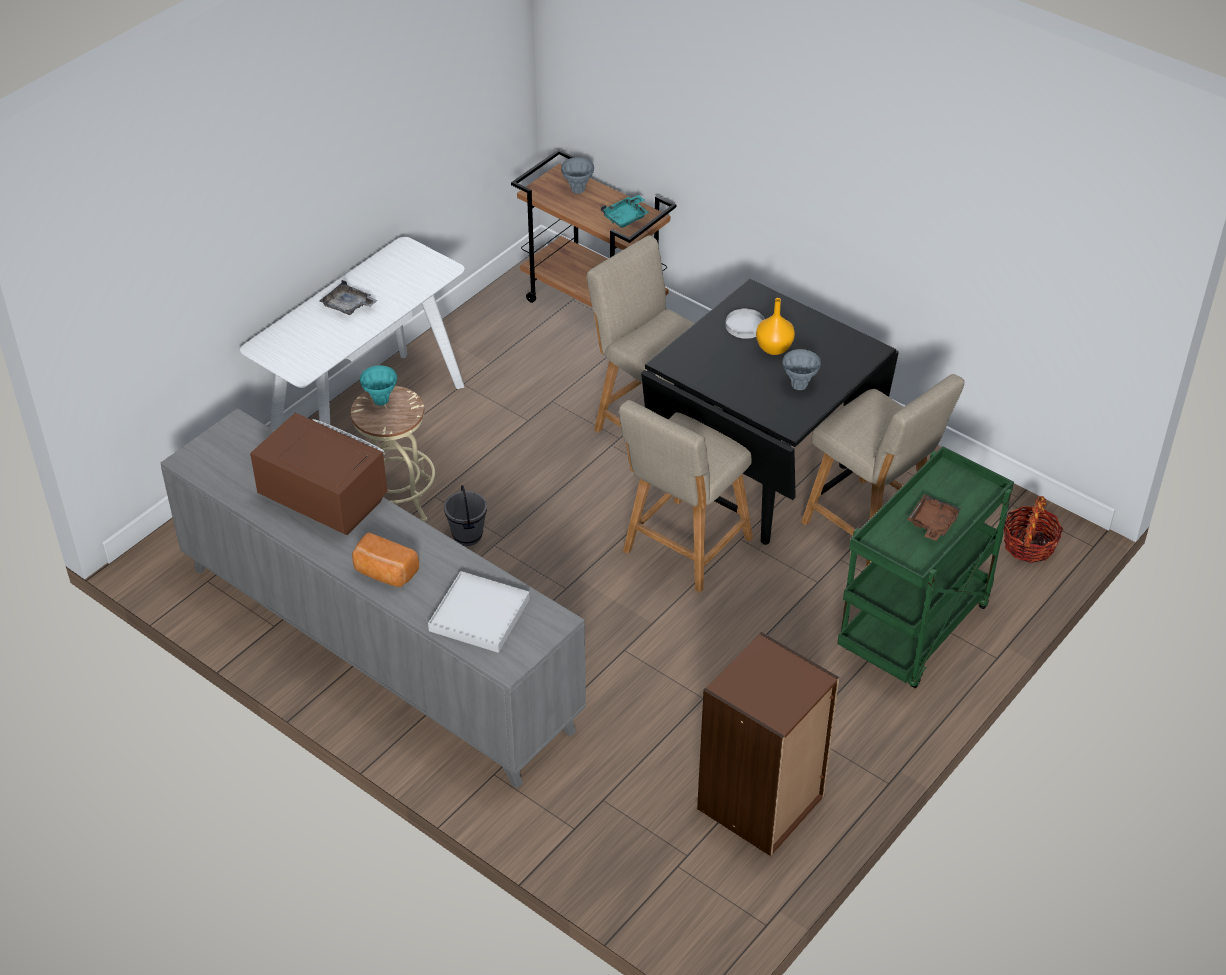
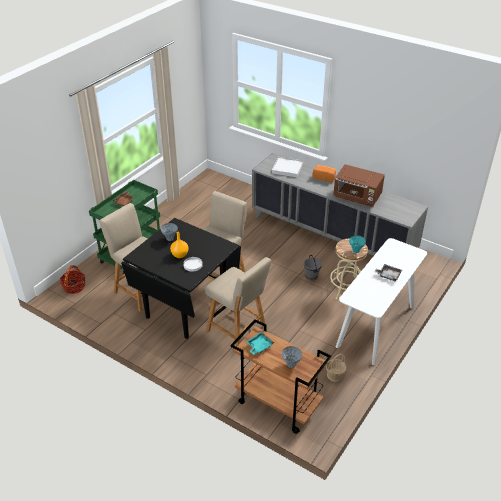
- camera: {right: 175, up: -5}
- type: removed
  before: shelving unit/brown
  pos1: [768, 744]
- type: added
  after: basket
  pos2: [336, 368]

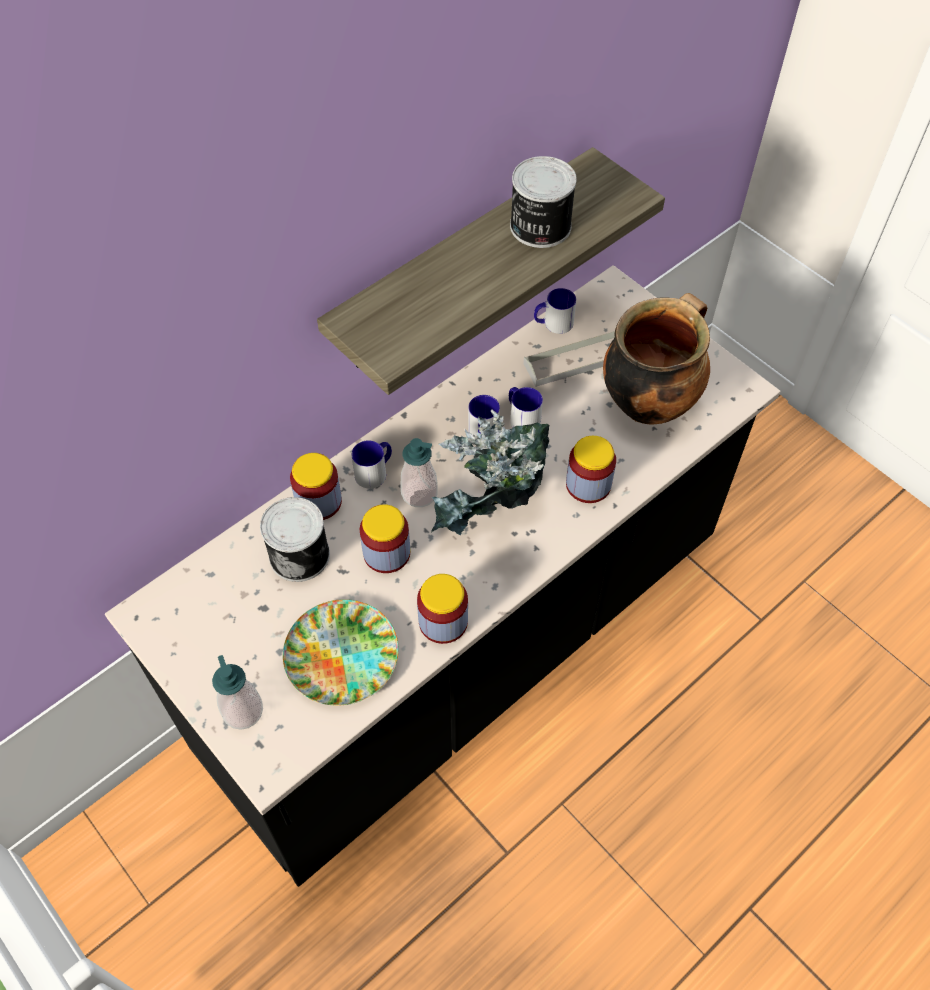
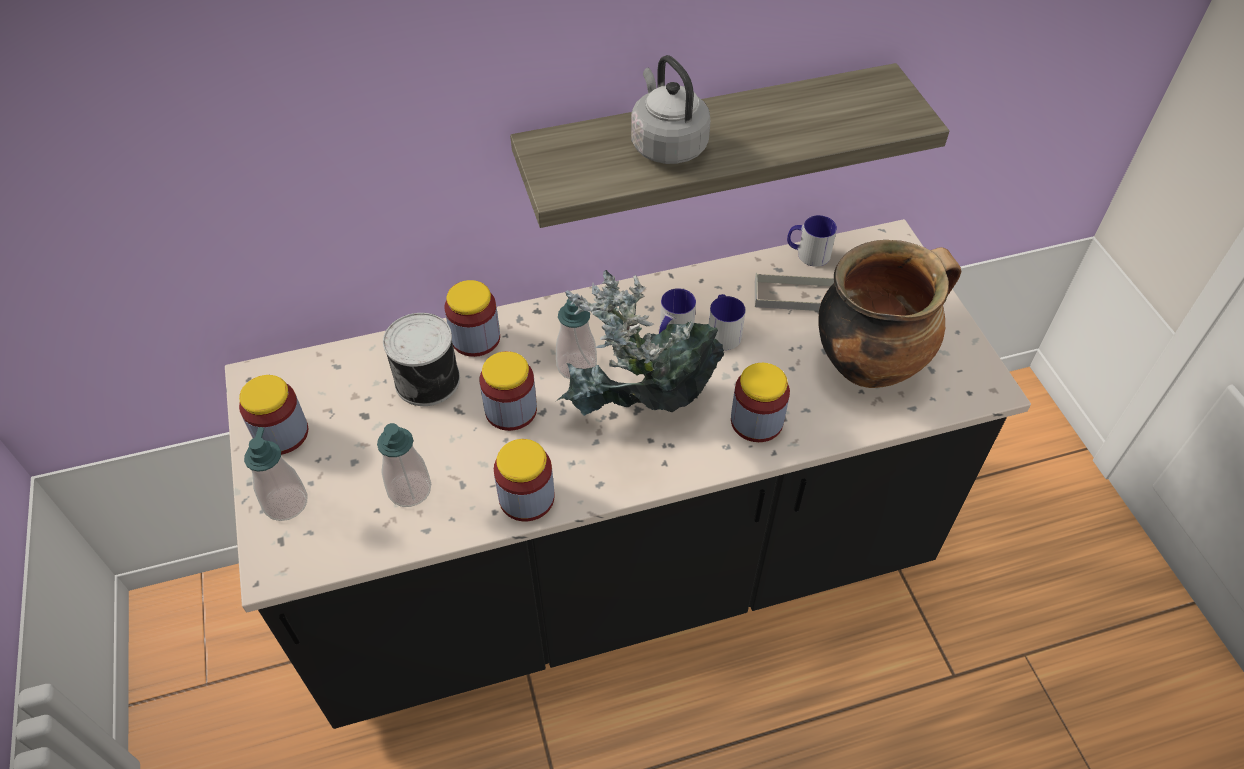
- camera: {right: 25, up: -5}
- type: replaced
  before: dinner plate
  after: liquid soap bottle
  pos1: [341, 652]
  pos2: [404, 465]
- type: removed
  before: coffee mug
  pos1: [372, 464]
- type: removed
  before: sealed can
  pos1: [543, 202]
- type: added
  after: storage jar
  pos2: [273, 415]
- type: added
  after: tea kettle/gray
  pos2: [671, 109]

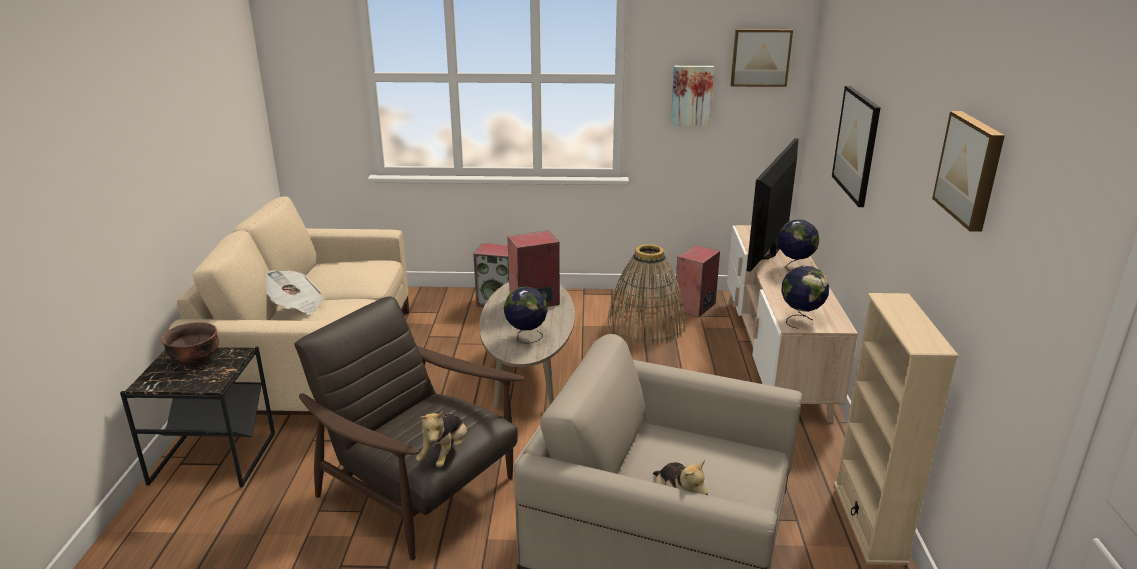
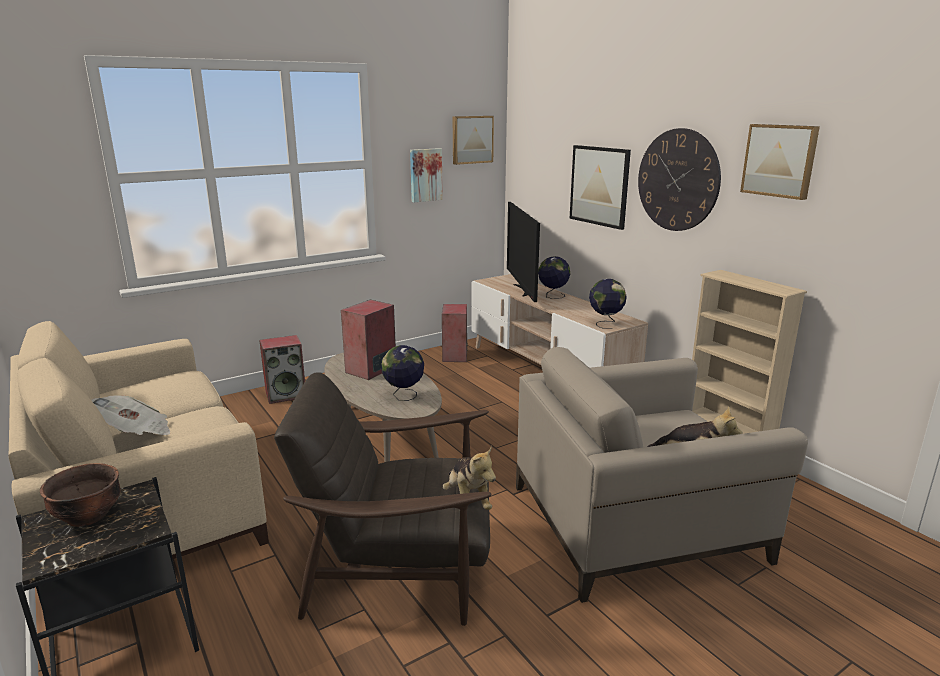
- camera: {right: -35, up: -5}
- type: removed
  before: basket
  pos1: [646, 294]
- type: added
  after: wall clock
  pos2: [679, 179]

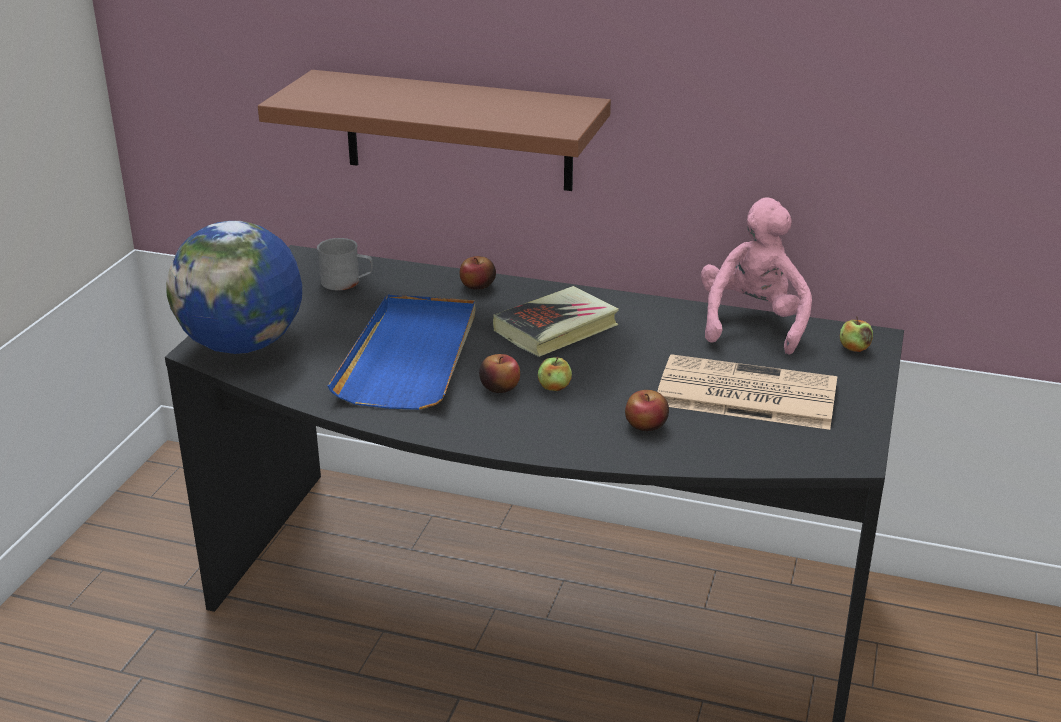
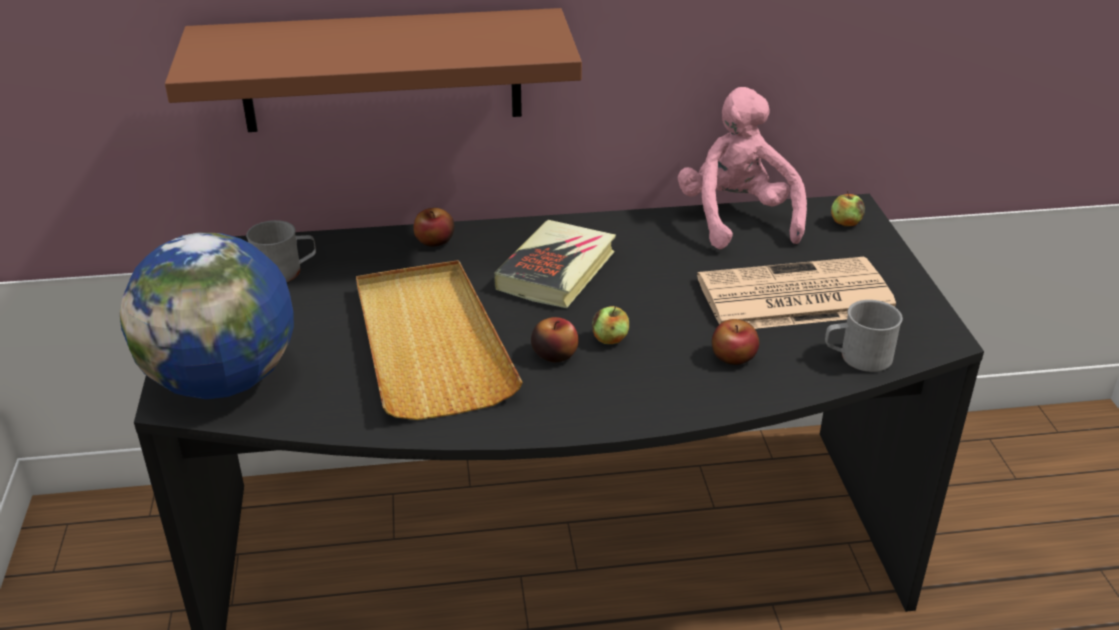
- camera: {right: -25, up: 5}
- type: recoloured
  before: serving tray/blue-coloured
  after: serving tray/sand-coloured
  pos1: [401, 352]
  pos2: [439, 340]
- type: added
  after: coffee mug/gray
  pos2: [864, 336]

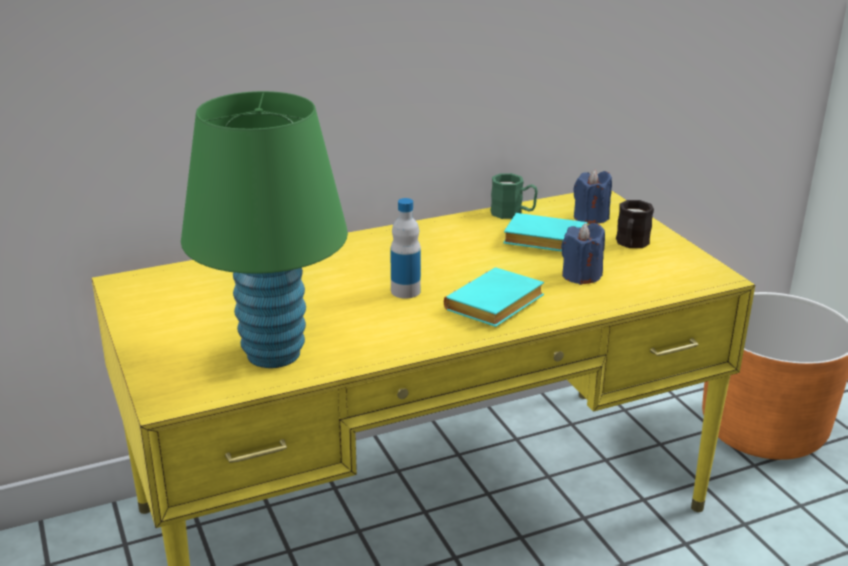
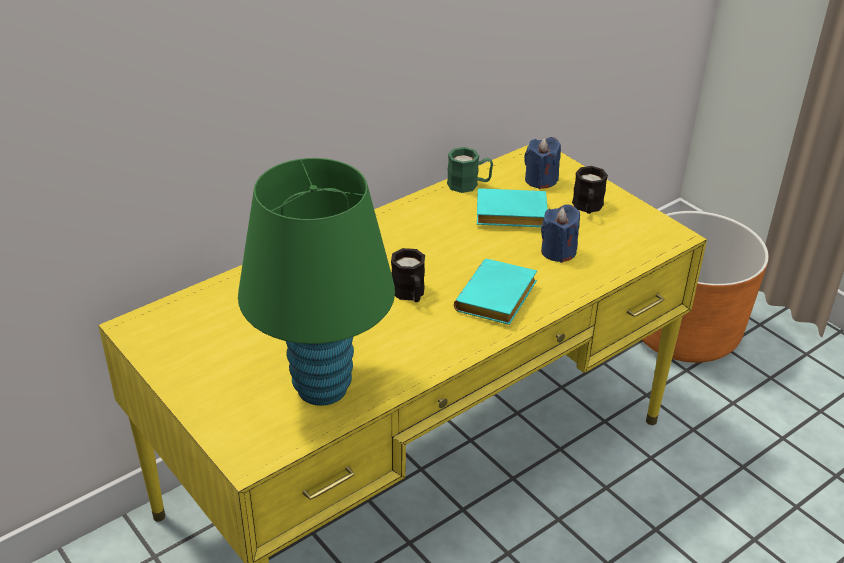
- camera: {right: -15, up: 10}
- type: replaced
  before: drink bottle
  after: coffee mug/blackish
  pos1: [405, 248]
  pos2: [408, 275]

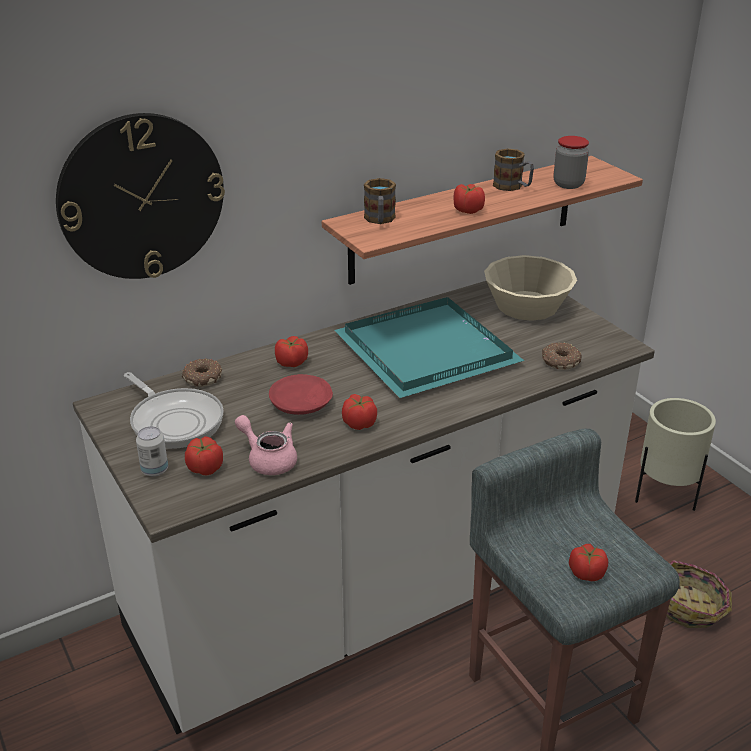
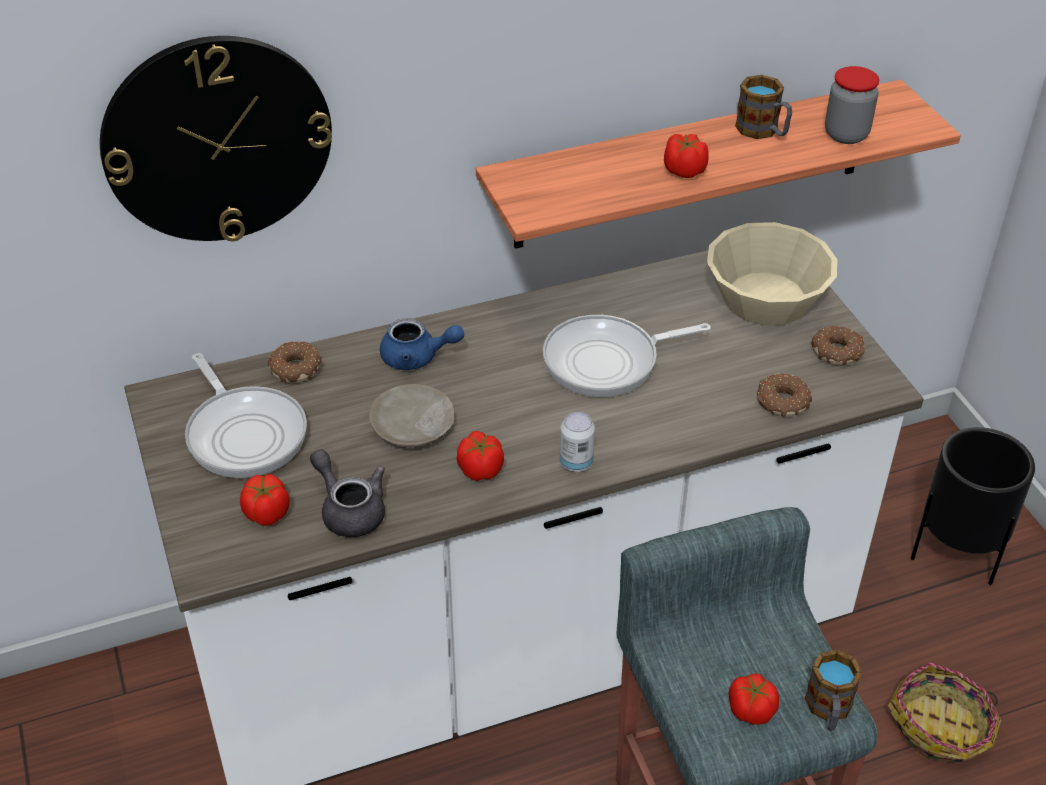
- camera: {right: 10, up: 10}
- type: moved
  before: sealed can
  pos1: [152, 451]
  pos2: [577, 442]
- type: recoloured
  before: pot for tea/pinkish
  after: pot for tea/gray
  pos1: [266, 445]
  pos2: [347, 493]
- type: recoloured
  before: dinner plate/reddish
  after: dinner plate/sand-coloured
  pos1: [301, 394]
  pos2: [411, 416]
- type: replaced
  before: fresh tomato
  after: pot for tea/blue-coloured
  pos1: [291, 351]
  pos2: [422, 344]
- type: replaced
  before: serving tray/turquoise
  after: skillet
  pos1: [429, 347]
  pos2: [627, 356]
- type: moved
  before: coffee mug
  pos1: [380, 201]
  pos2: [833, 690]
- type: recoloured
  before: planter/sand-coloured
  after: planter/blackish
  pos1: [675, 454]
  pos2: [973, 506]
- type: added
  after: ring doughnut
  pos2: [838, 345]

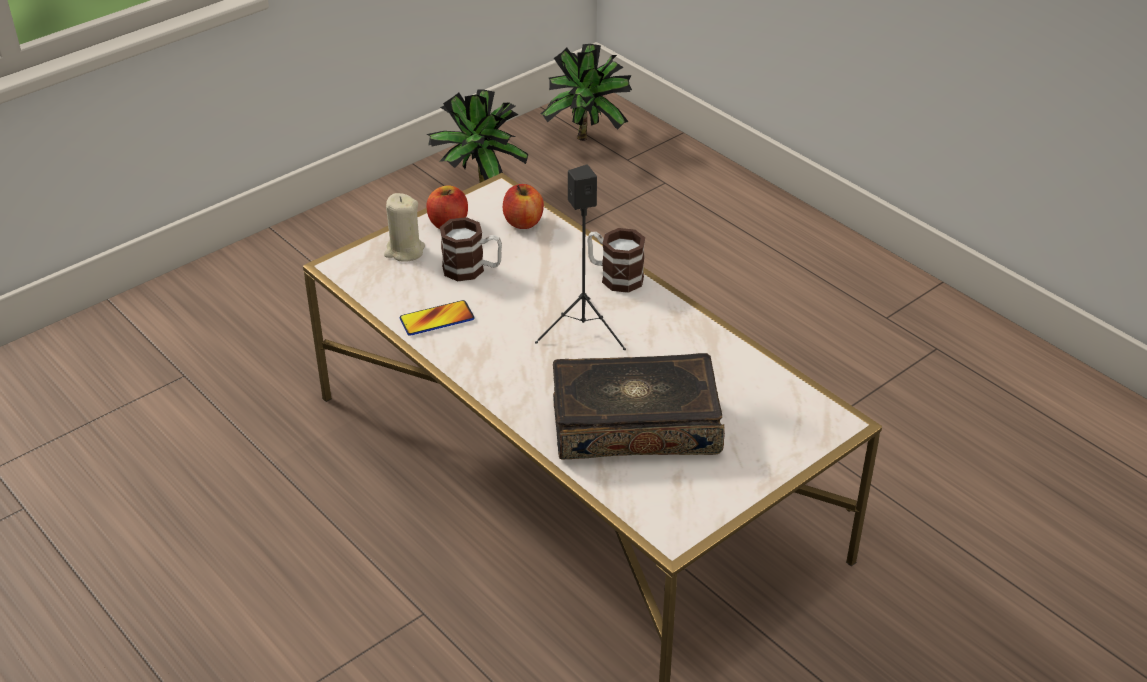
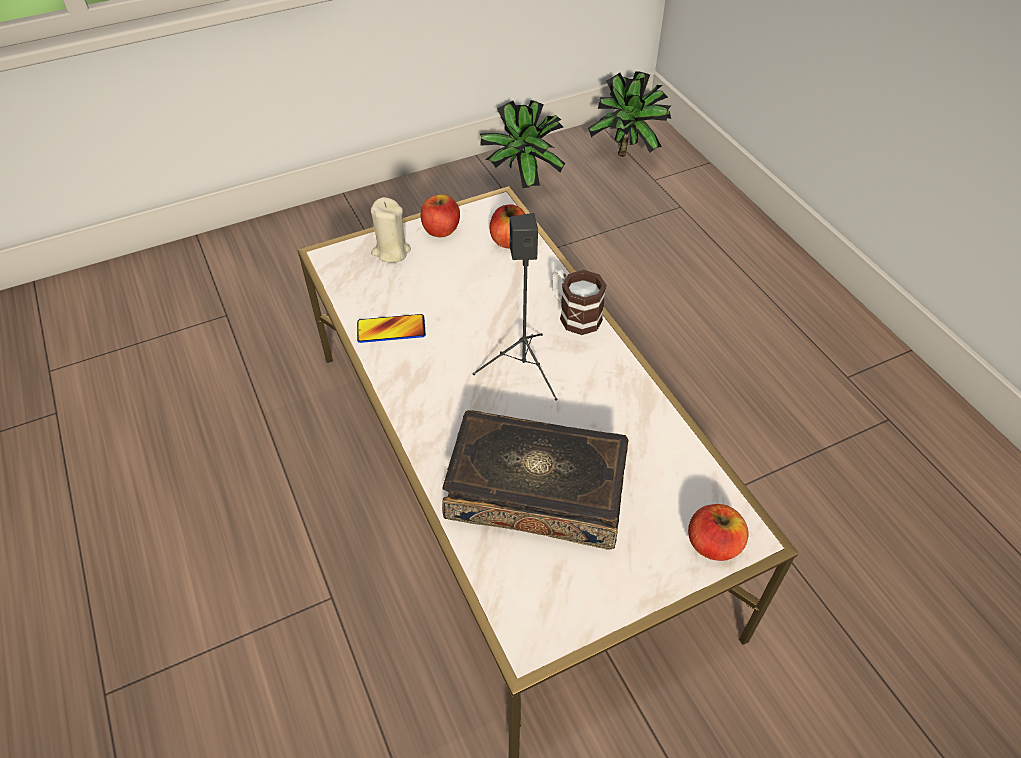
- camera: {right: 15, up: 10}
- type: removed
  before: coffee mug
  pos1: [471, 249]
- type: added
  after: apple fruit
  pos2: [718, 532]

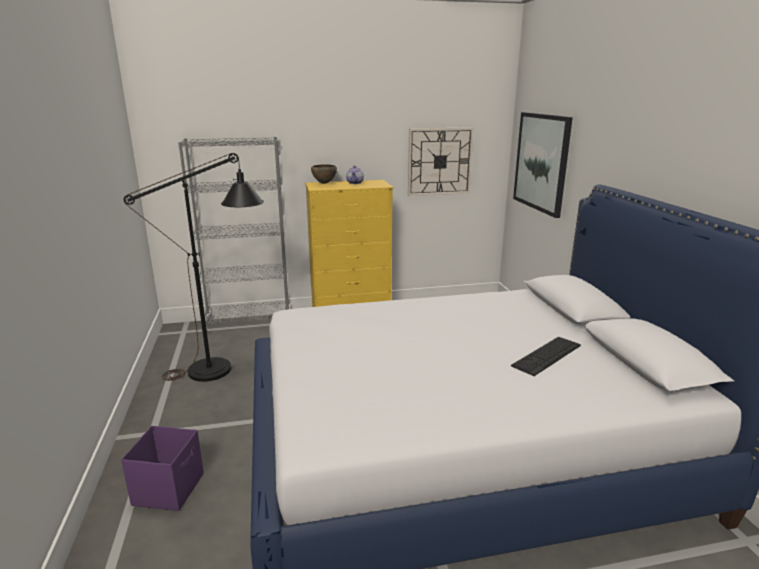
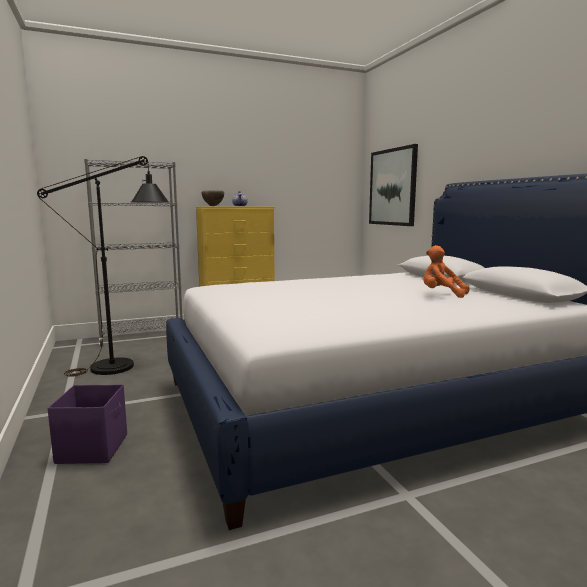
- camera: {right: -10, up: -10}
- type: removed
  before: wall clock
  pos1: [441, 161]
- type: replaced
  before: PC keyboard
  after: soft toy/orange
  pos1: [546, 356]
  pos2: [446, 271]

